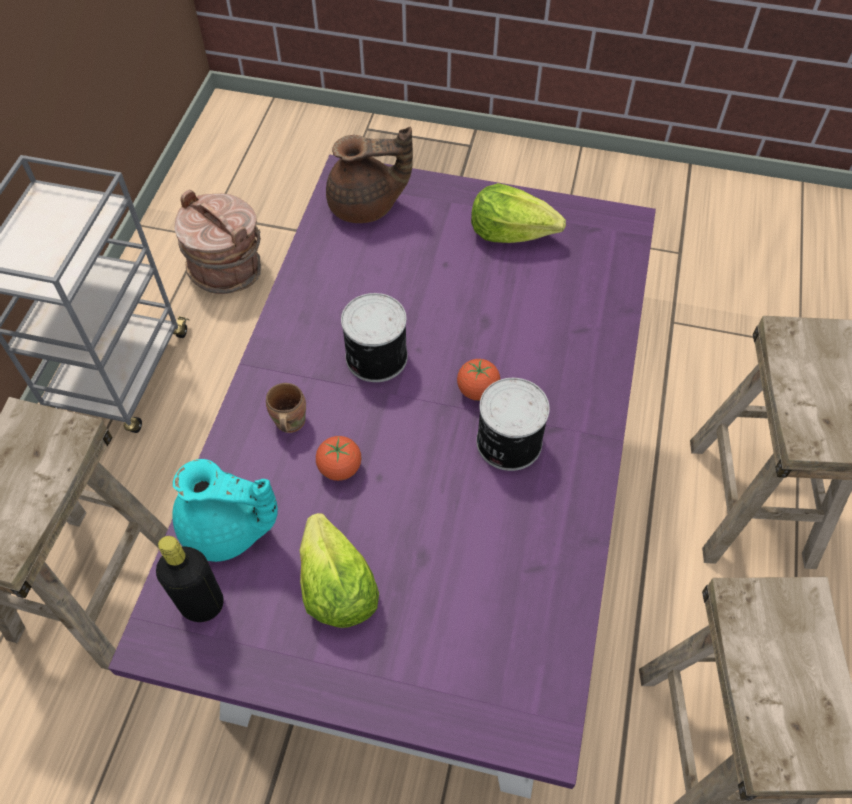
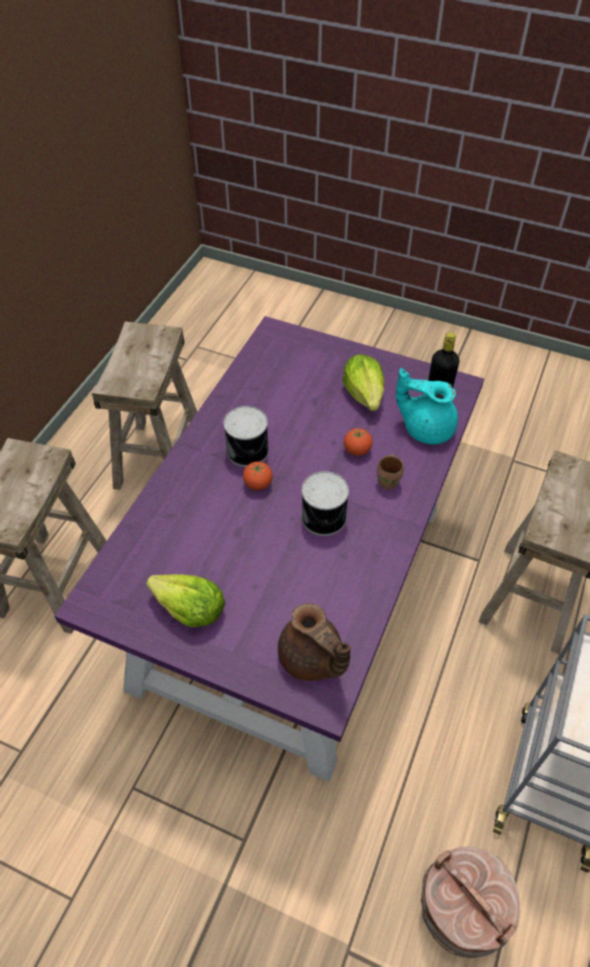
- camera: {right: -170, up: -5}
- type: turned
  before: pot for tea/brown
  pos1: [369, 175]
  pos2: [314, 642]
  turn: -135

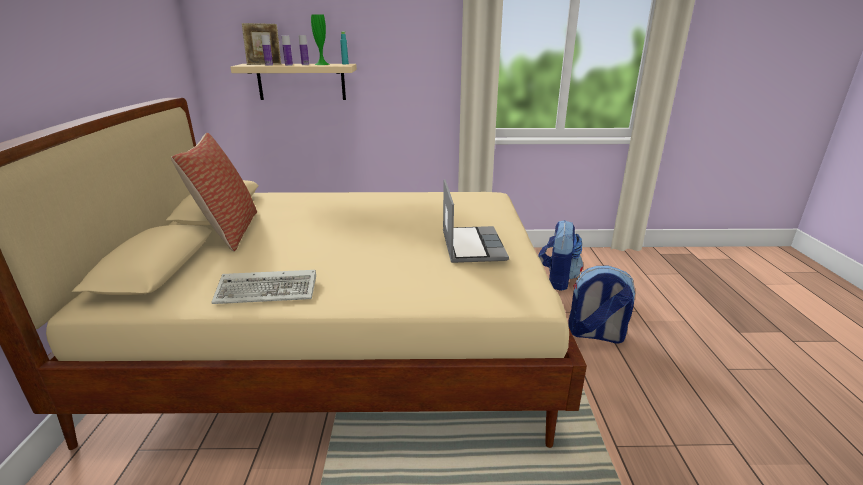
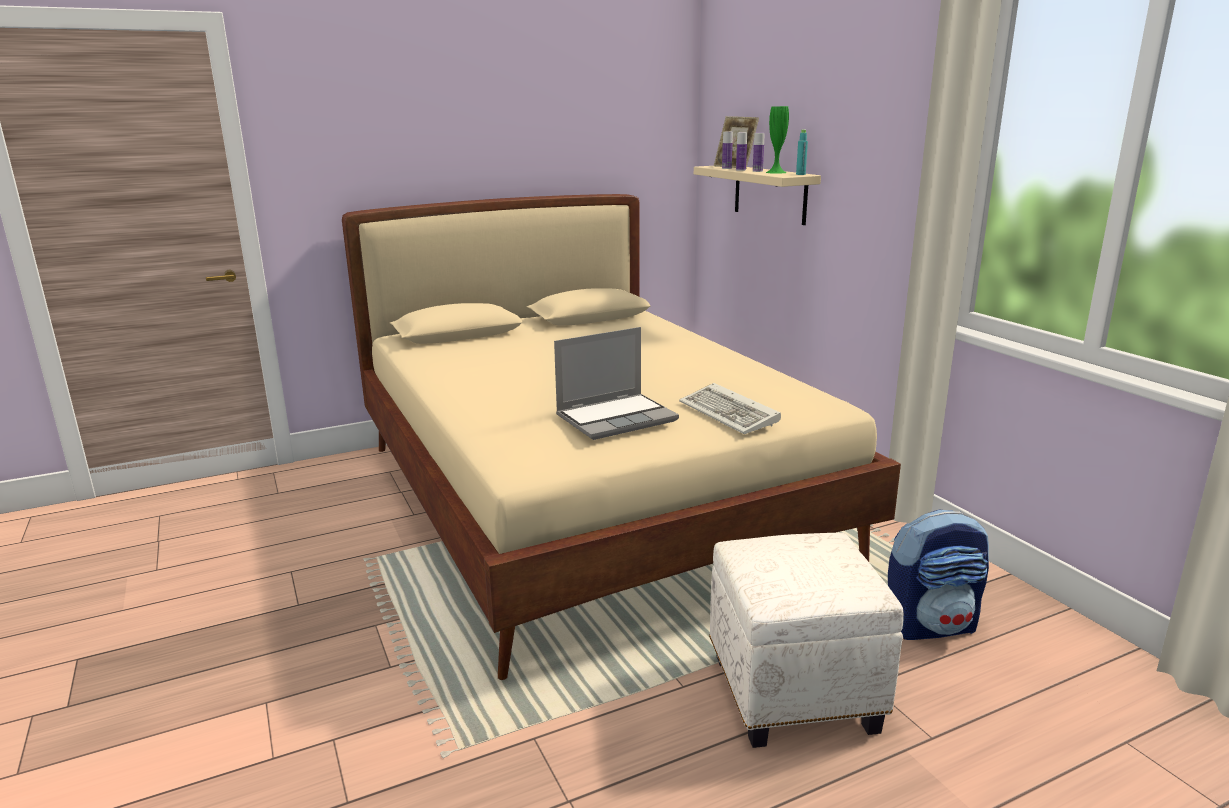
- camera: {right: 65, up: -5}
- type: removed
  before: pillow
  pos1: [214, 192]
- type: moved
  before: PC keyboard
  pos1: [263, 287]
  pos2: [730, 408]
- type: replaced
  before: knapsack
  after: pouffe/white
  pos1: [601, 304]
  pos2: [806, 640]

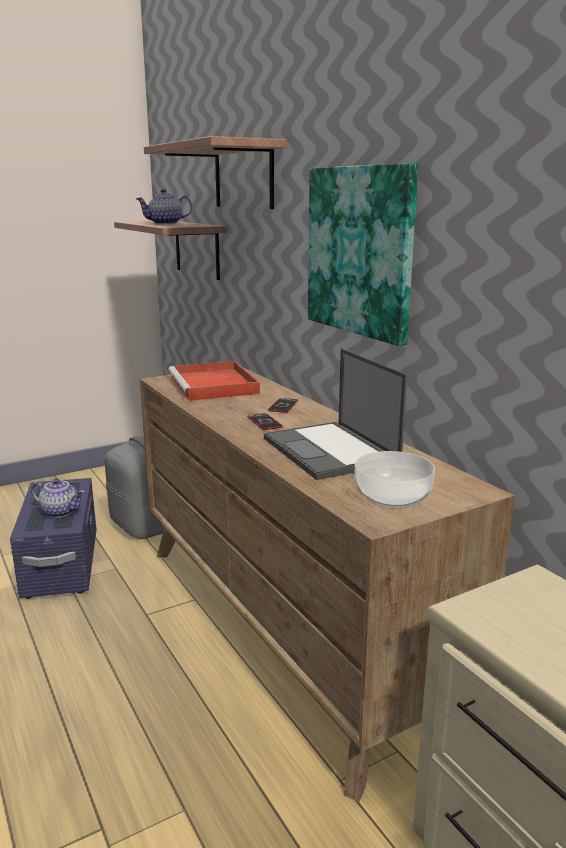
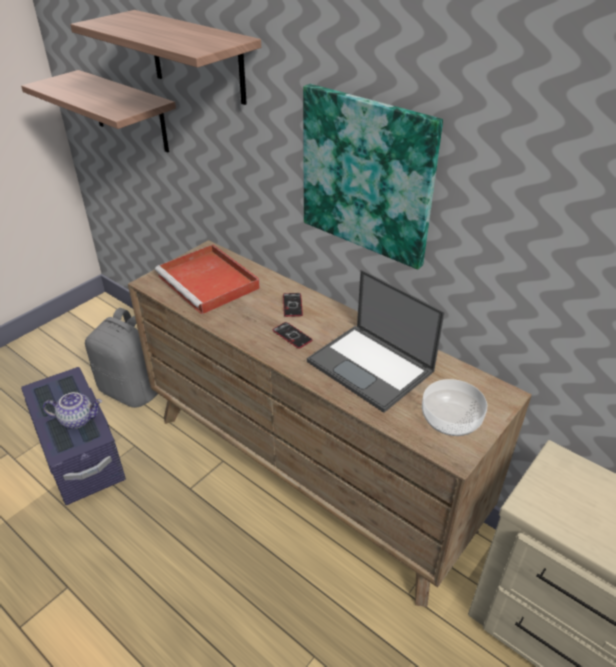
- camera: {right: -20, up: 20}
- type: removed
  before: pot for tea
  pos1: [164, 206]

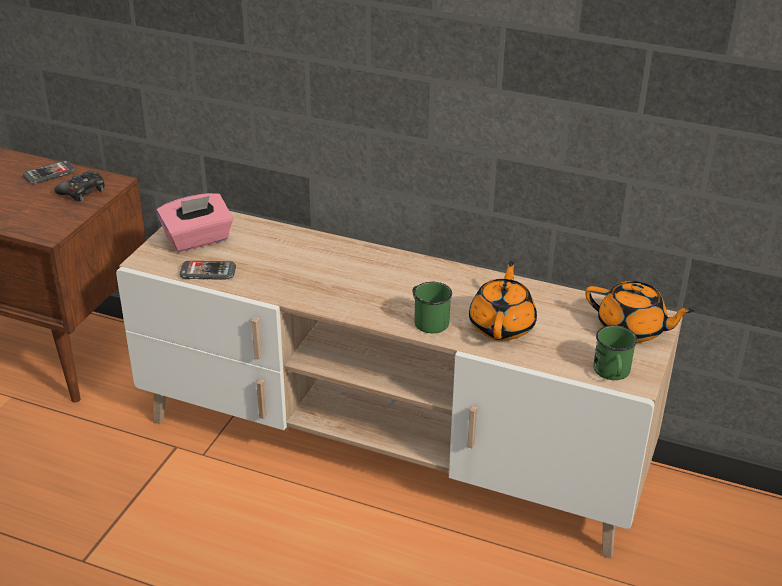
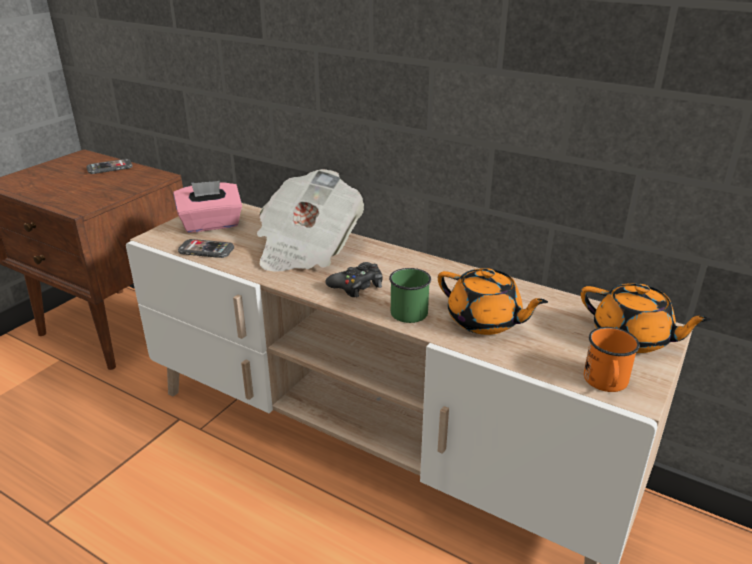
- camera: {right: 10, up: -5}
- type: moved
  before: game controller/blackish
  pos1: [79, 185]
  pos2: [353, 279]
- type: turned
  before: pot for tea/orange
  pos1: [503, 301]
  pos2: [493, 301]
  turn: 105
- type: recoloured
  before: coffee mug/greenish
  after: coffee mug/orange
  pos1: [615, 352]
  pos2: [612, 359]
- type: added
  after: daily paper
  pos2: [310, 220]

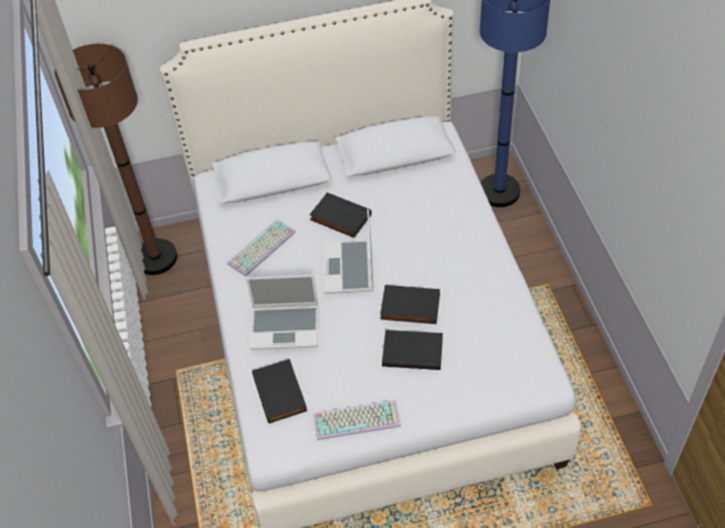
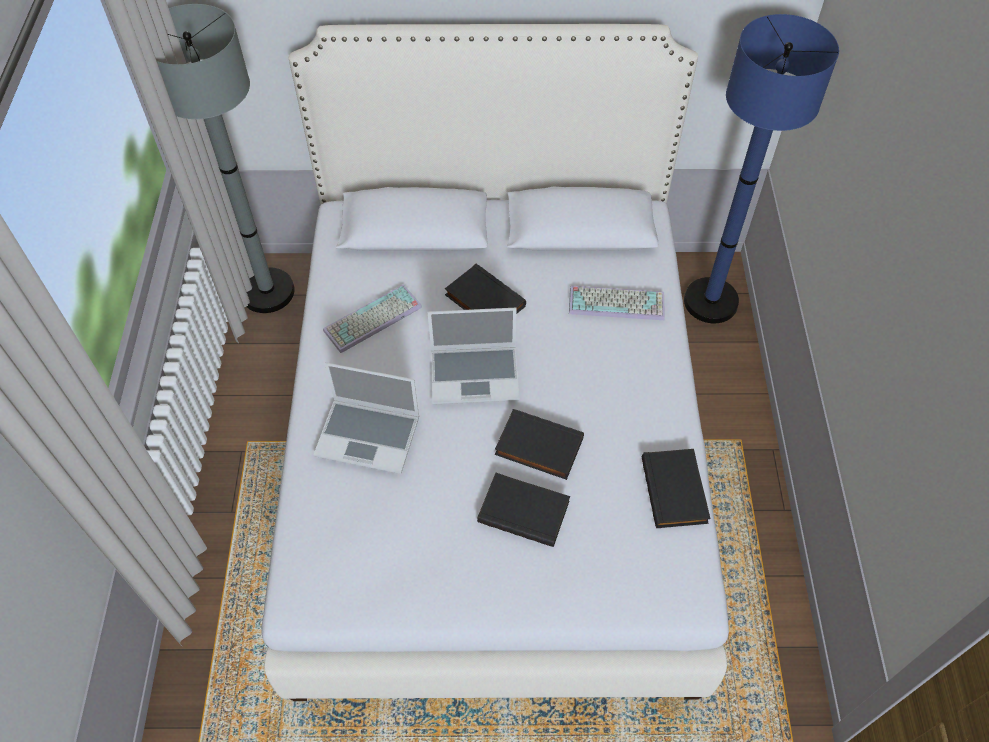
- camera: {right: 10, up: 5}
- type: recoloured
  before: standing lamp/brown
  after: standing lamp/gray
  pos1: [116, 159]
  pos2: [226, 158]
- type: moved
  before: book/blackish
  pos1: [279, 391]
  pos2: [676, 488]
- type: moved
  before: PC keyboard
  pos1: [357, 420]
  pos2: [617, 303]
- type: turned
  before: laptop
  pos1: [349, 251]
  pos2: [474, 356]
  turn: -105

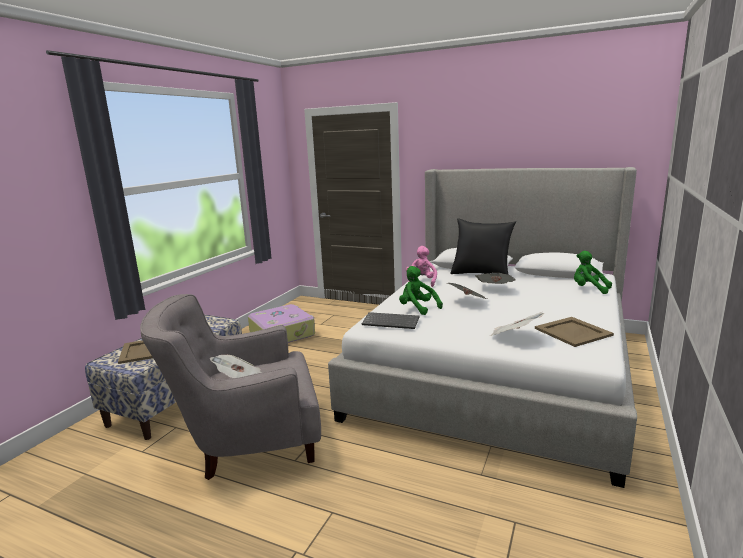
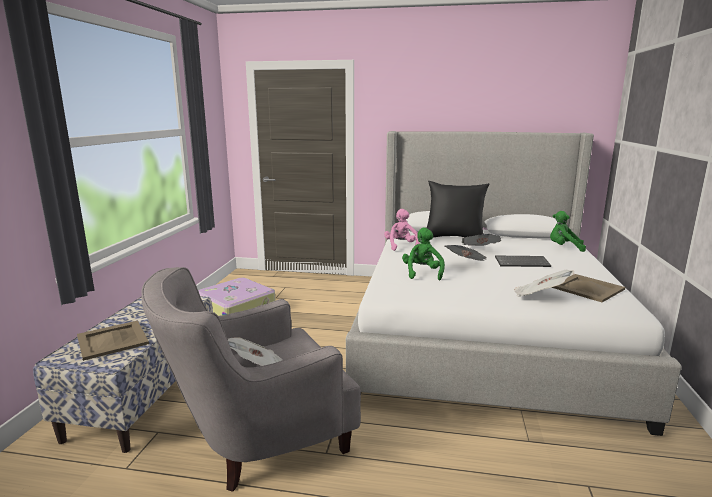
- camera: {right: -15, up: 0}
- type: moved
  before: PC keyboard
  pos1: [391, 320]
  pos2: [523, 261]
- type: turned
  before: soft toy/greenish
  pos1: [421, 290]
  pos2: [423, 254]
  turn: 60

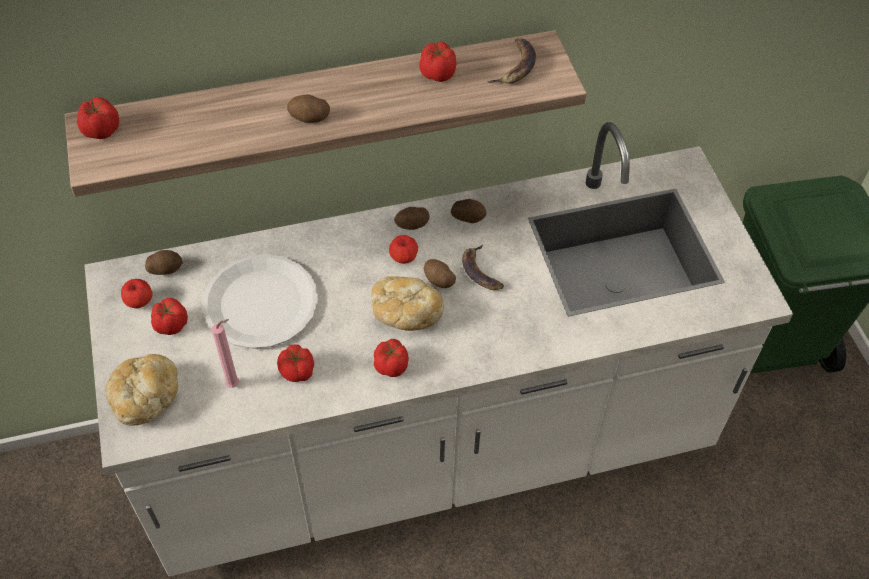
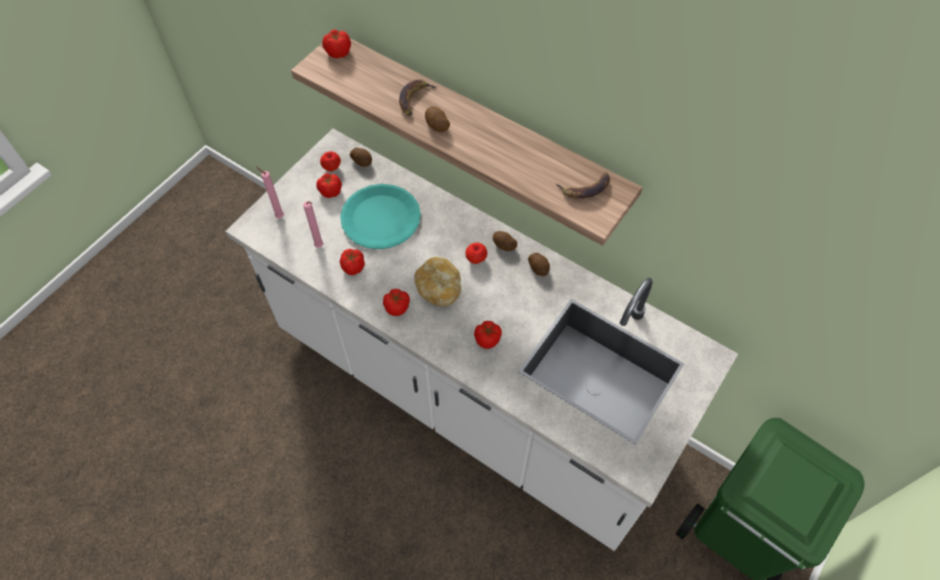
- camera: {right: 50, up: 5}
- type: replaced
  before: bakery bread
  after: candle/pinkish
  pos1: [141, 390]
  pos2: [270, 192]
- type: recoloured
  before: dinner plate/white
  after: dinner plate/turquoise
  pos1: [260, 301]
  pos2: [380, 216]
- type: moved
  before: fresh tomato
  pos1: [437, 62]
  pos2: [488, 335]
- type: removed
  before: whole potato
  pos1: [440, 273]
- type: moved
  before: whole banana
  pos1: [483, 267]
  pos2: [418, 97]

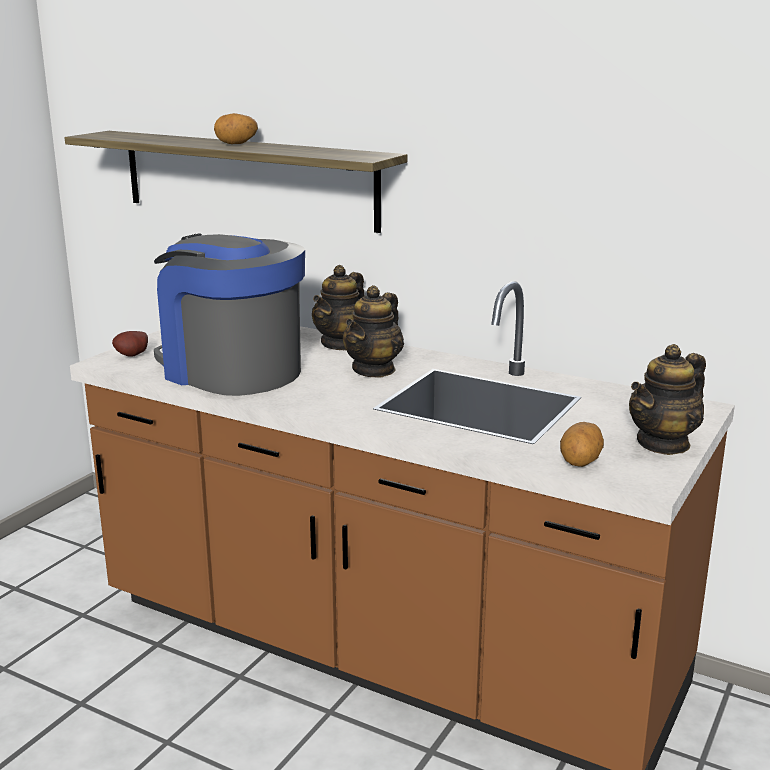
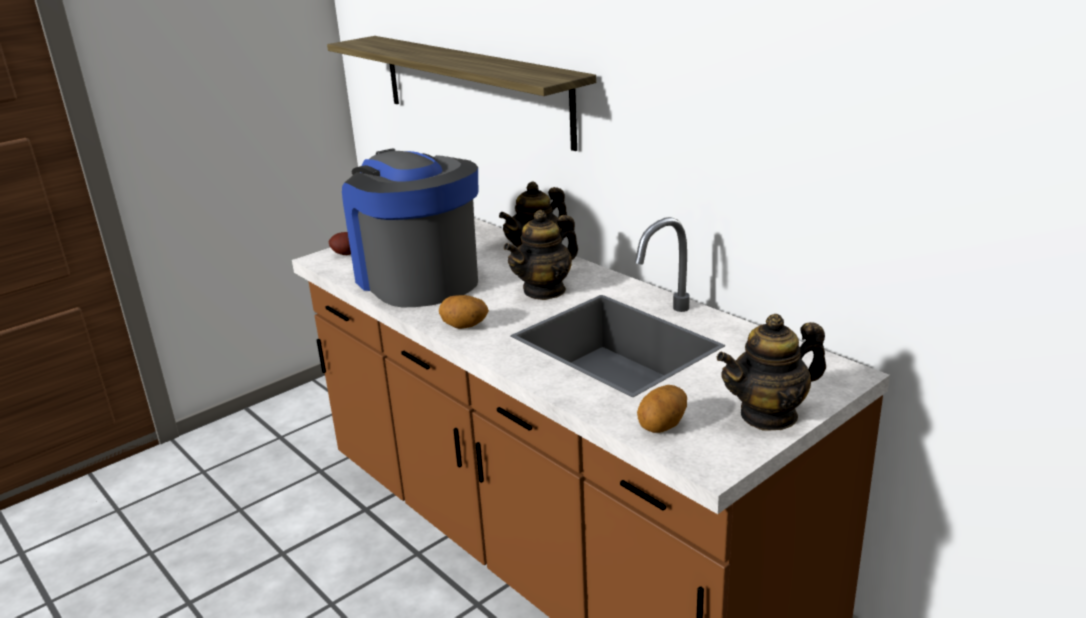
- camera: {right: 20, up: 5}
- type: moved
  before: whole potato
  pos1: [236, 128]
  pos2: [464, 312]

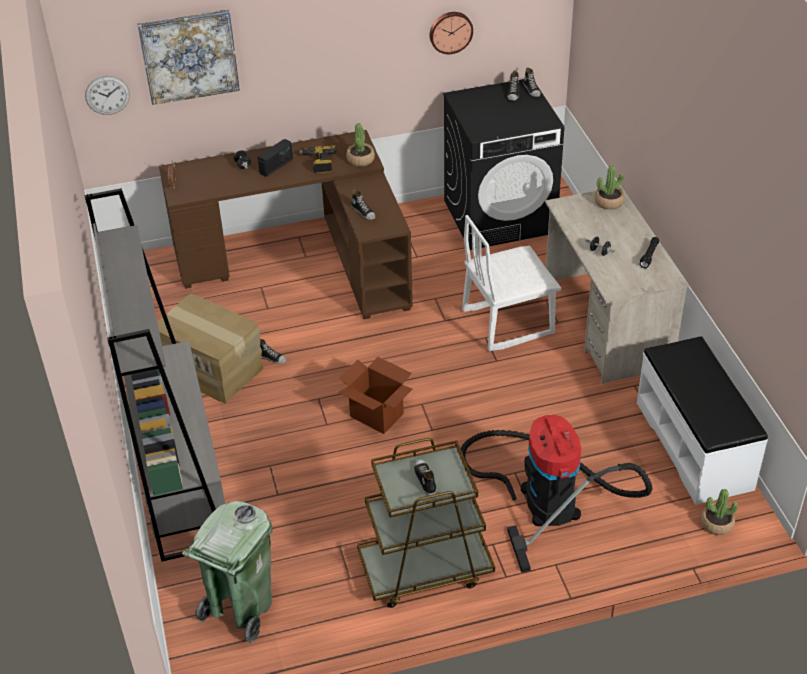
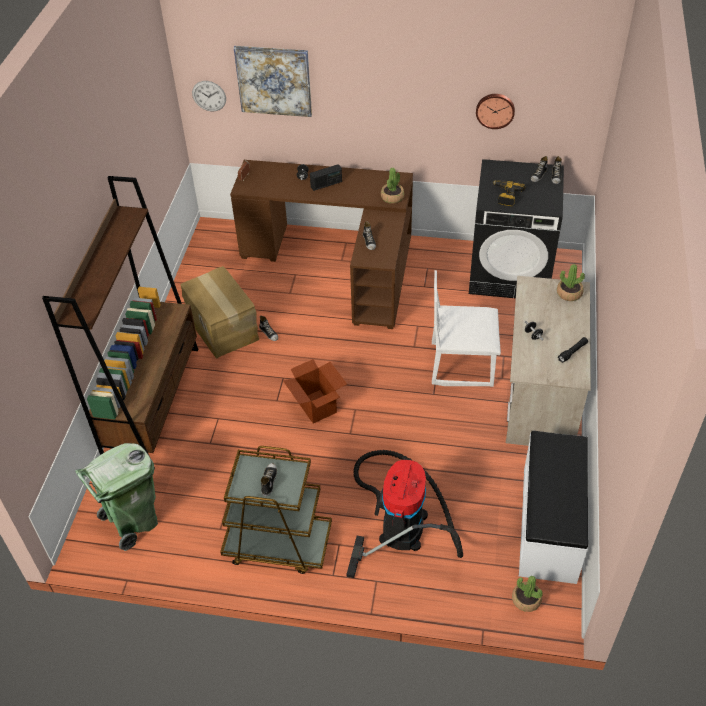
- camera: {right: 25, up: 5}
- type: recoloured
  before: shelving unit/gray
  after: shelving unit/brown
  pos1: [155, 375]
  pos2: [120, 322]
- type: moved
  before: drill
  pos1: [318, 159]
  pos2: [509, 193]

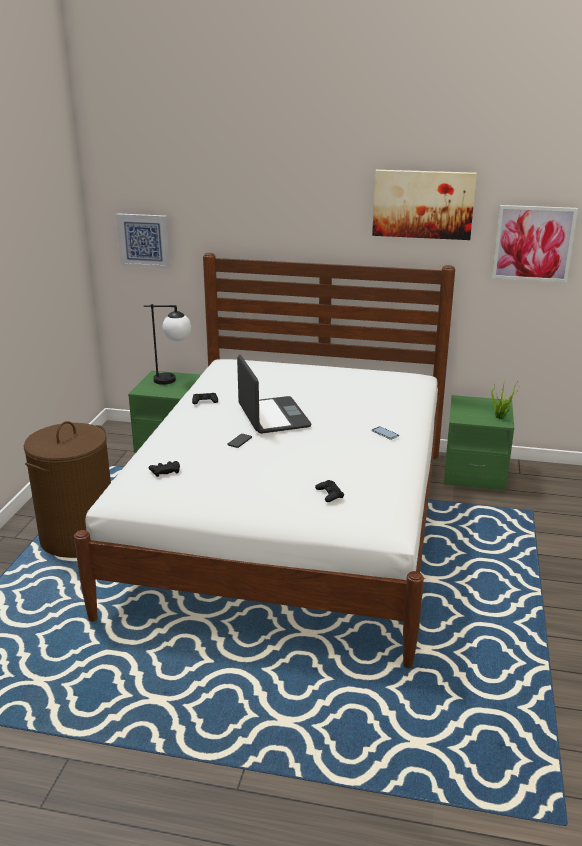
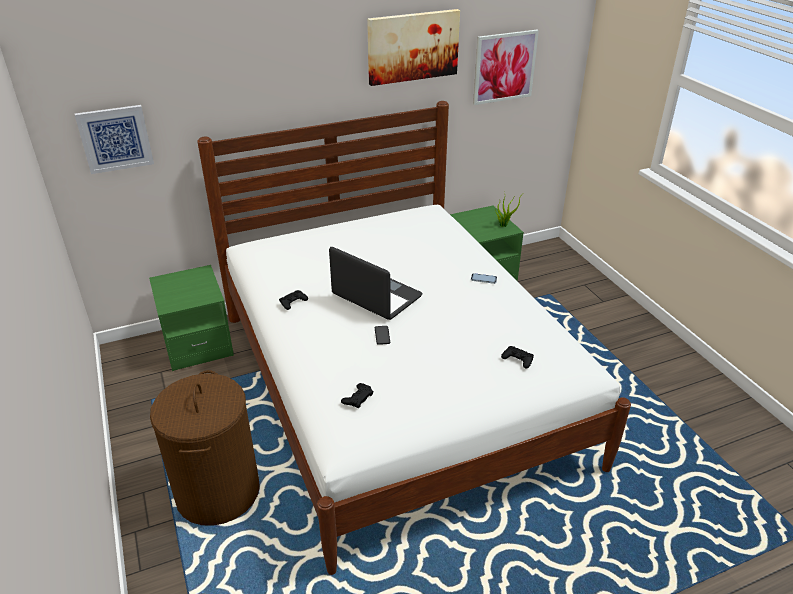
- camera: {right: -35, up: 10}
- type: removed
  before: lamp for a table
  pos1: [167, 344]

